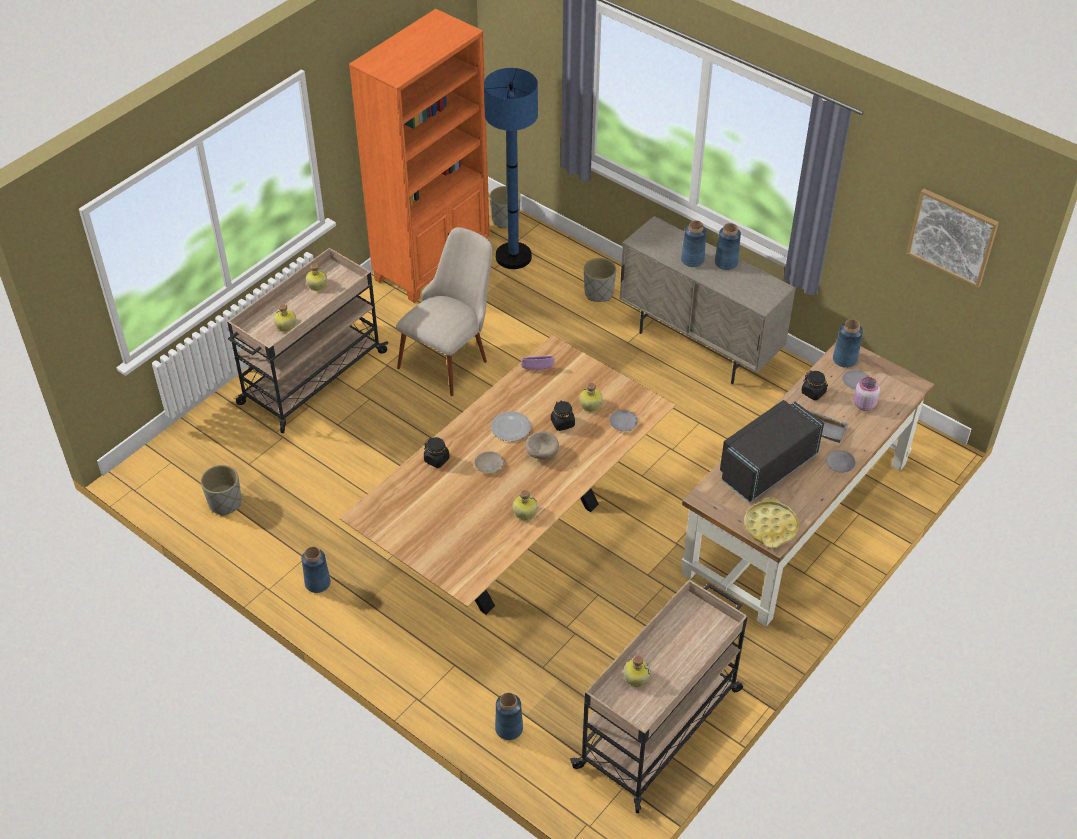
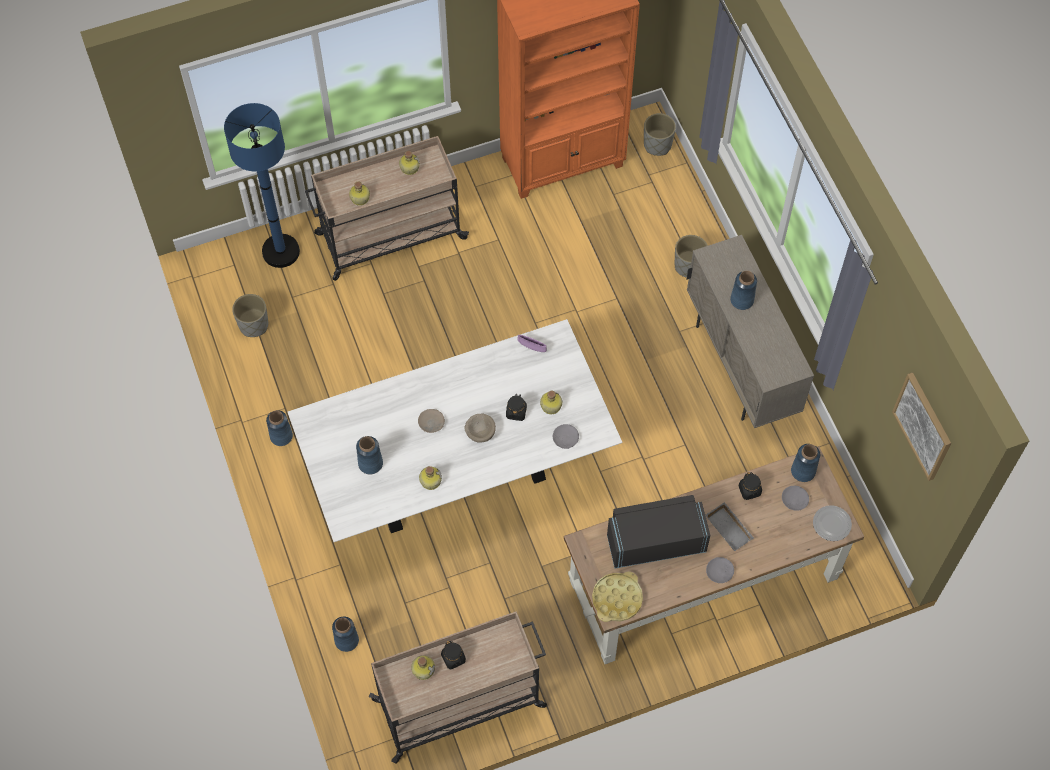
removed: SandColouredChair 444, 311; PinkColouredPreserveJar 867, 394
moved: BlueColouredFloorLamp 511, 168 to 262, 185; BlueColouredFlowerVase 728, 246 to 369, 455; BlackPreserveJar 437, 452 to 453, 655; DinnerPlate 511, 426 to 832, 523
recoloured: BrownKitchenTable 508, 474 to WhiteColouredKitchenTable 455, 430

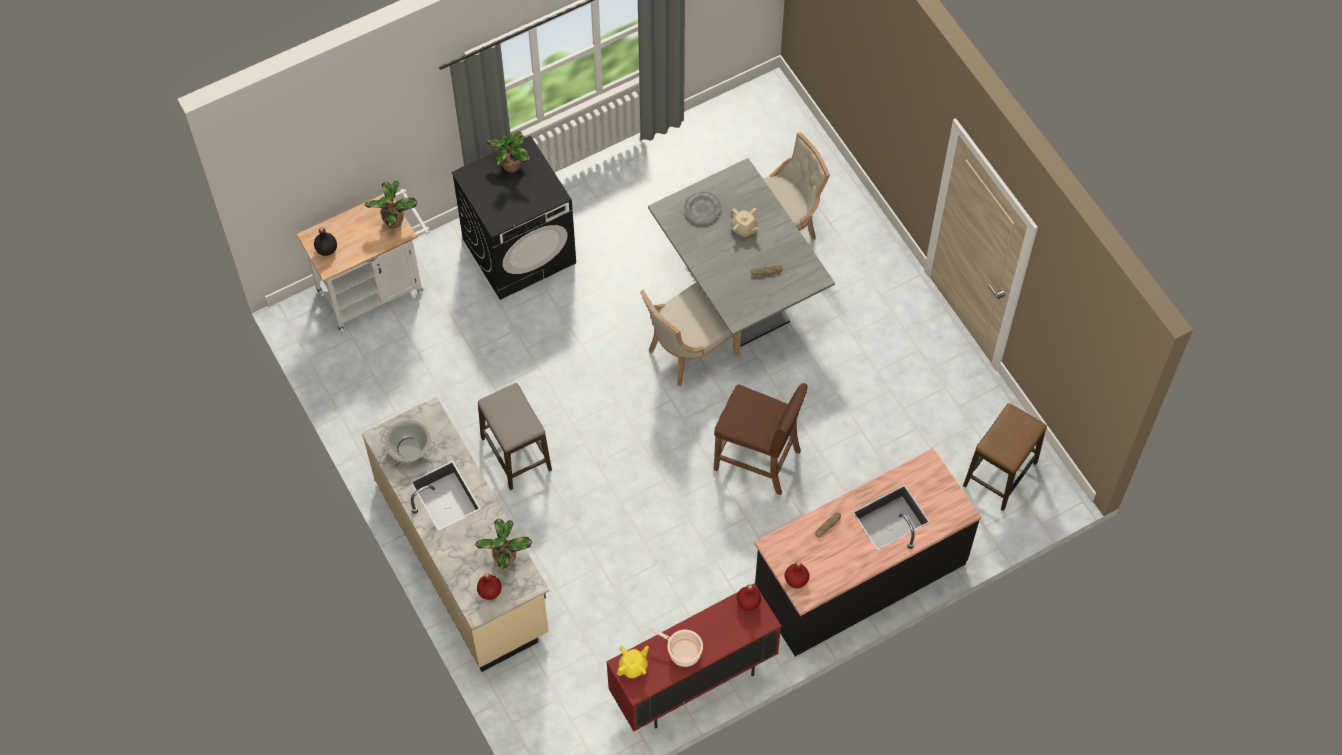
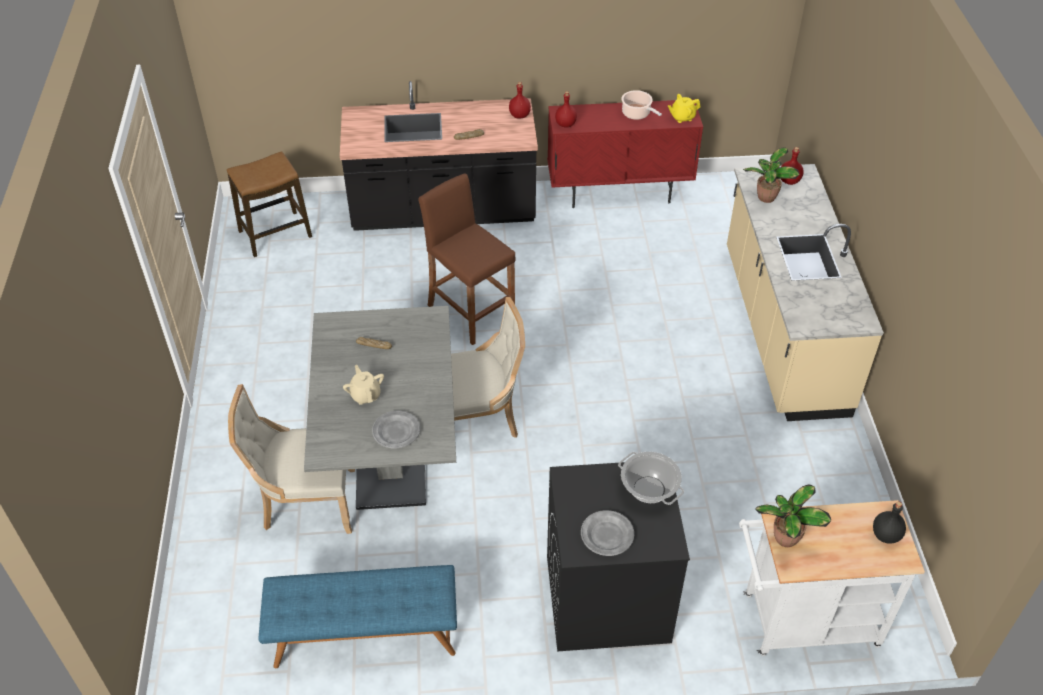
removed: StoolSeat 515, 436
added: BlueColouredBench 357, 616
moved: Saucepot 407, 441 to 651, 478
replaced: PottedPlant 508, 152 to GrayDinnerPlate 607, 533

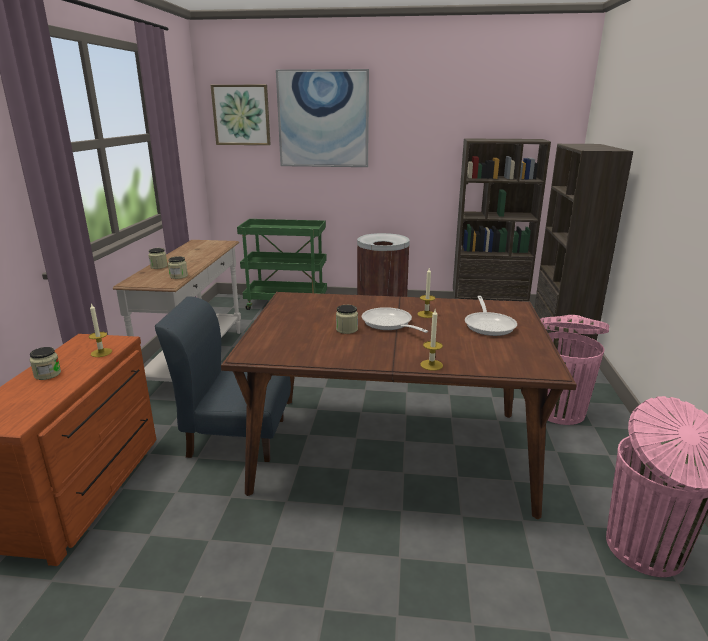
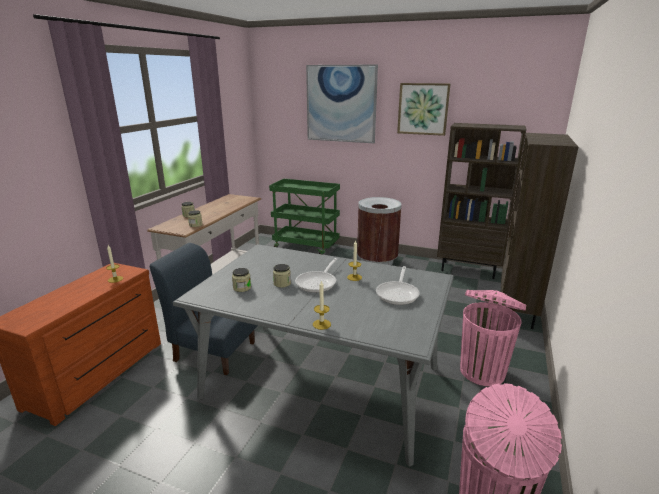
moved: PreserveJar 45, 363 to 241, 280; WallPicture 241, 115 to 424, 109
recoloured: BrownKitchenTable 399, 405 to GrayKitchenTable 313, 355
turned: FryingPan 395, 320 = 316, 275 135 degrees counterclockwise

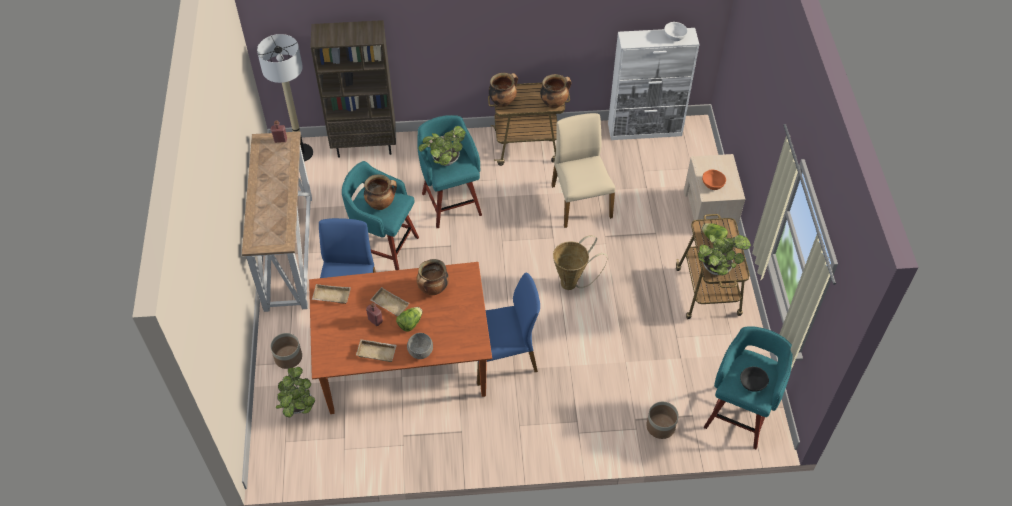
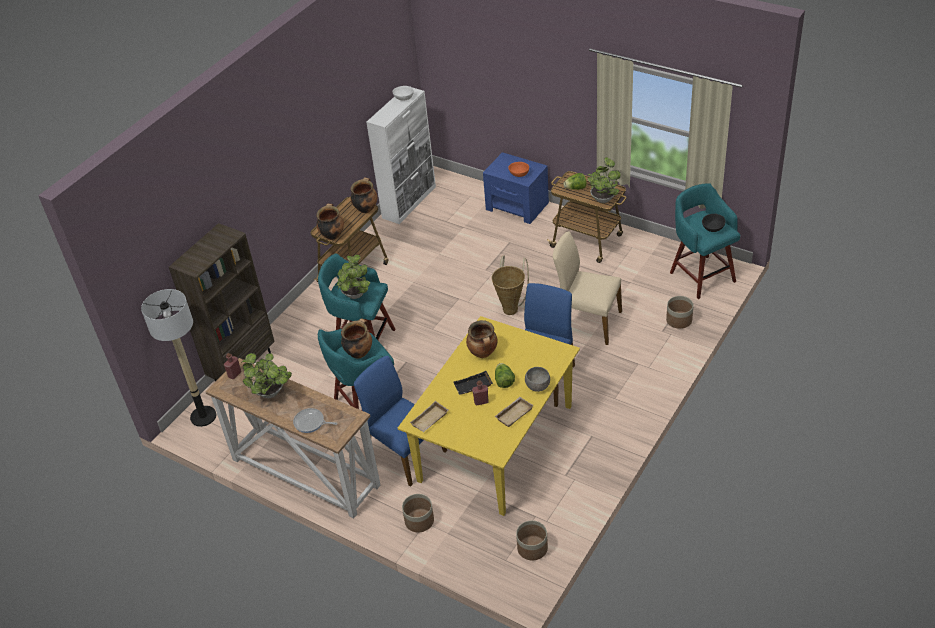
added: FryingPan 315, 420; PlantPot 532, 540
moved: PottedPlant 295, 392 to 267, 375; SandColouredChair 583, 170 to 587, 288
recoloured: BrownKitchenTable 400, 338 to YellowishKitchenTable 489, 416; SandColouredServingTray 389, 301 to BlackServingTray 473, 383; SandColouredNightTable 714, 193 to BlueColouredNightTable 516, 188

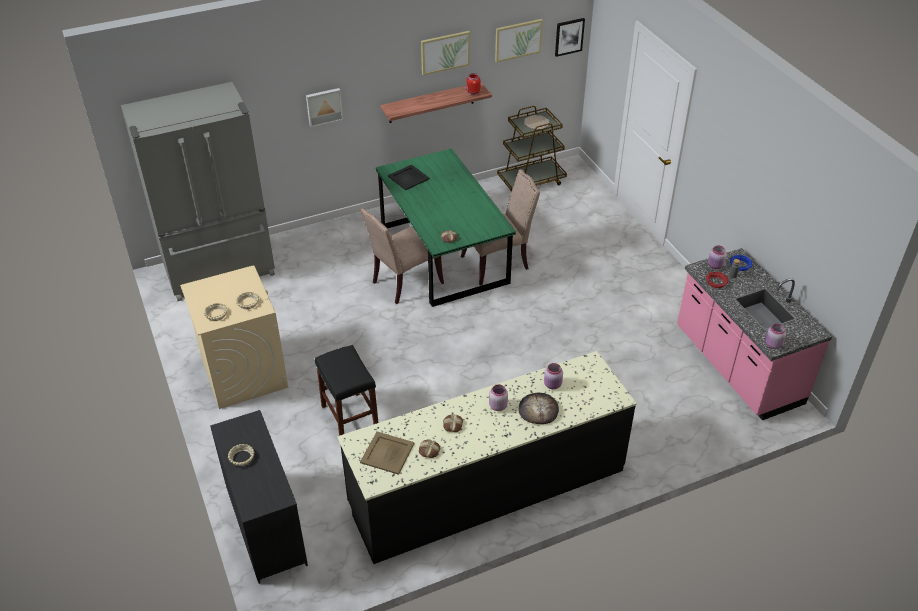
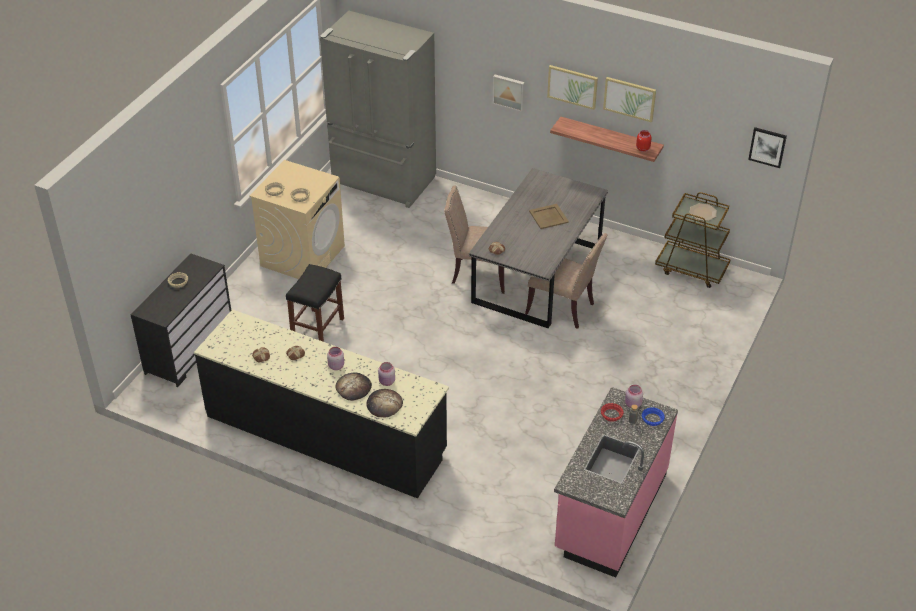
removed: BlackServingTray 409, 177; PinkColouredPreserveJar 775, 336
added: Bread 384, 403
moved: SandColouredServingTray 387, 453 to 549, 216; WallPicture 519, 40 to 572, 87
recoloured: GreenishKitchenTable 446, 228 to GrayKitchenTable 538, 248

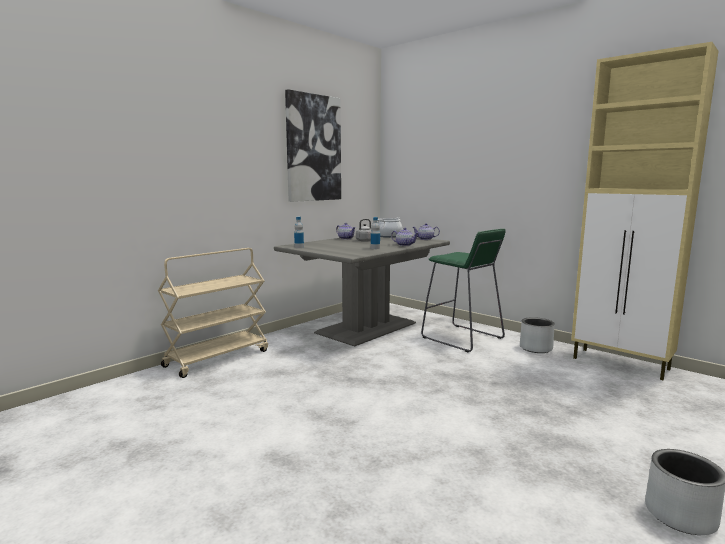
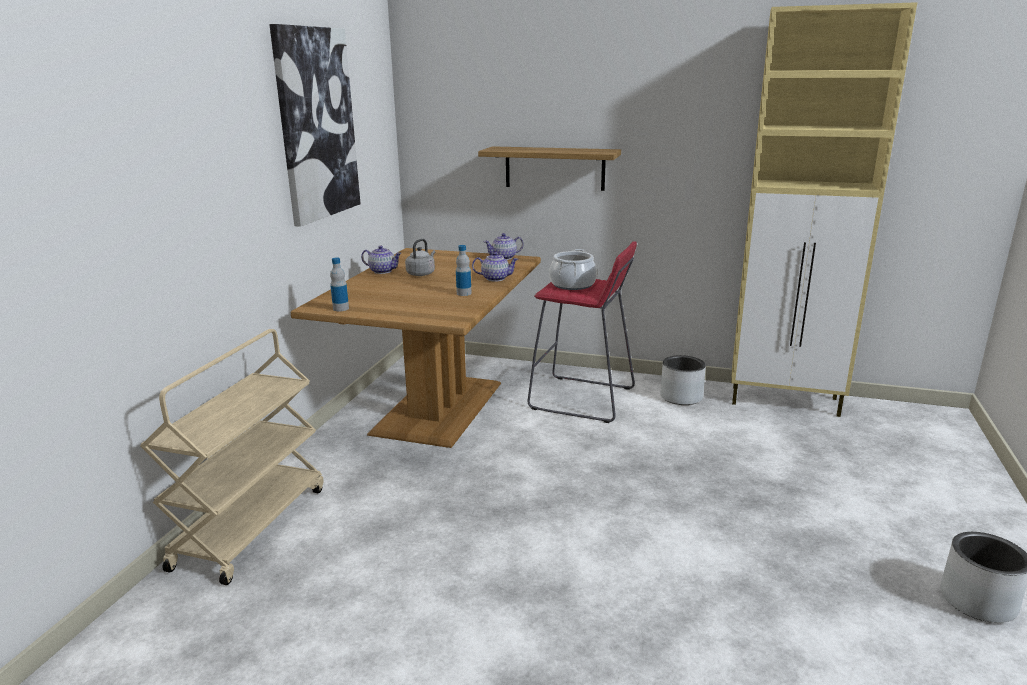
added: BracketShelf 549, 168
moved: Saucepot 390, 228 to 573, 269
recoloured: GrayKitchenTable 362, 291 to BrownKitchenTable 416, 348; GreenishStoolSeat 463, 290 to RedColouredStoolSeat 582, 332

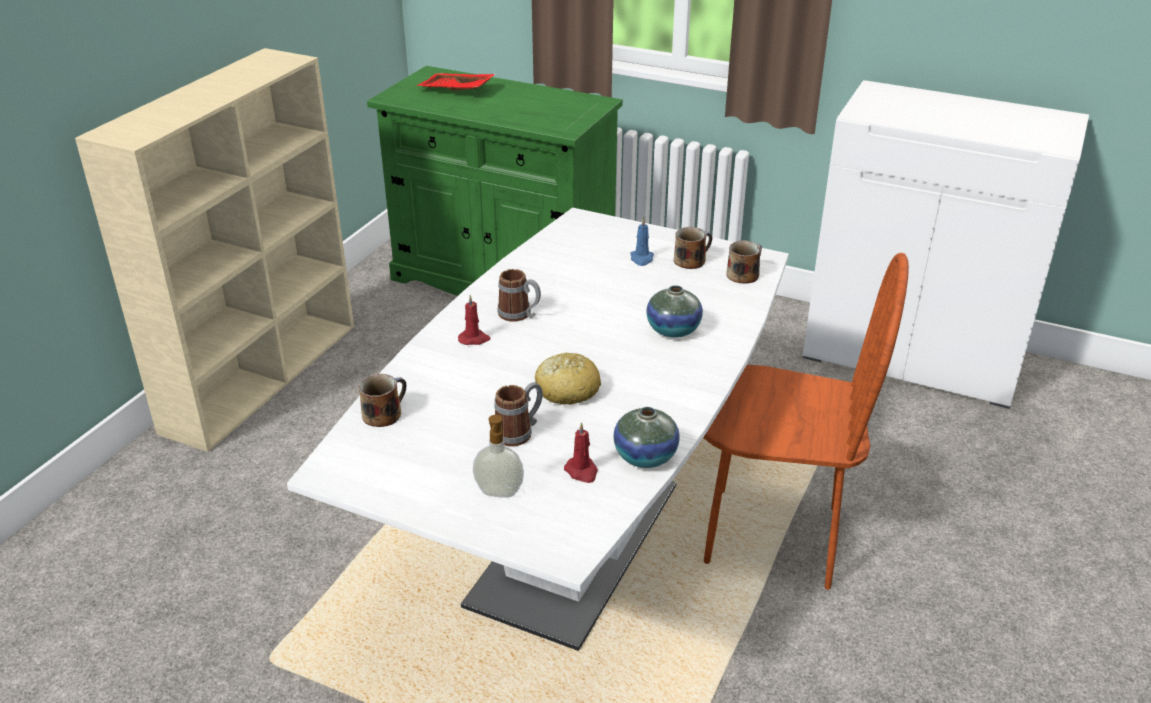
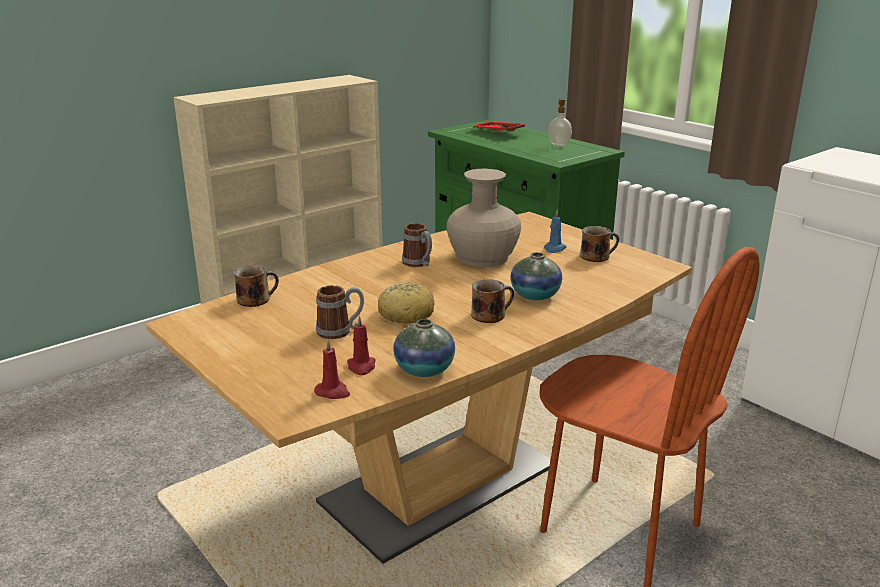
added: SandColouredFlowerVase 483, 218
moved: RedColouredWaxCandle 474, 320 to 332, 369; Mug 744, 262 to 492, 301; LiquidSoapBottle 498, 456 to 560, 122
recoloured: WhiteColouredKitchenTable 538, 429 to BrownKitchenTable 419, 388

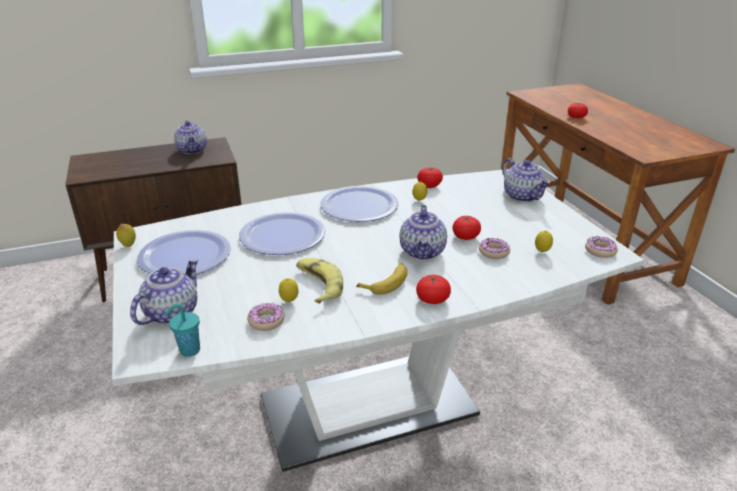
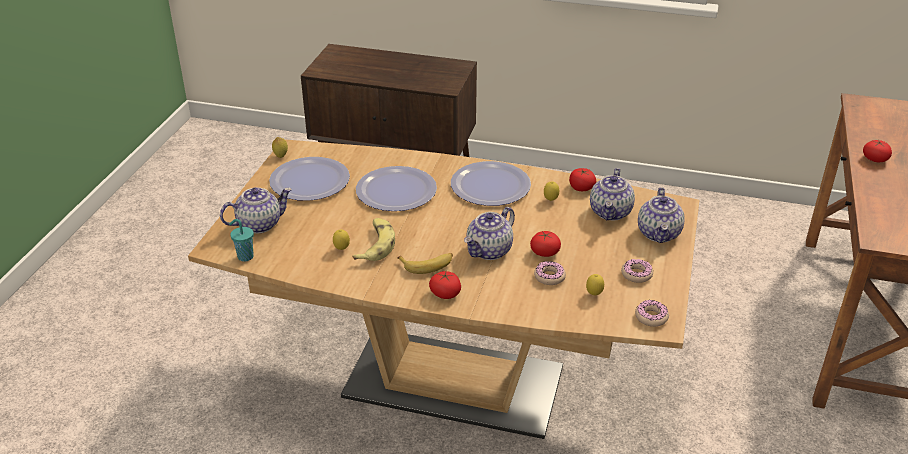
moved: Teapot 190, 137 to 612, 194; Doughnut 265, 317 to 637, 271
recoloured: WhiteColouredKitchenTable 378, 320 to BrownKitchenTable 443, 289

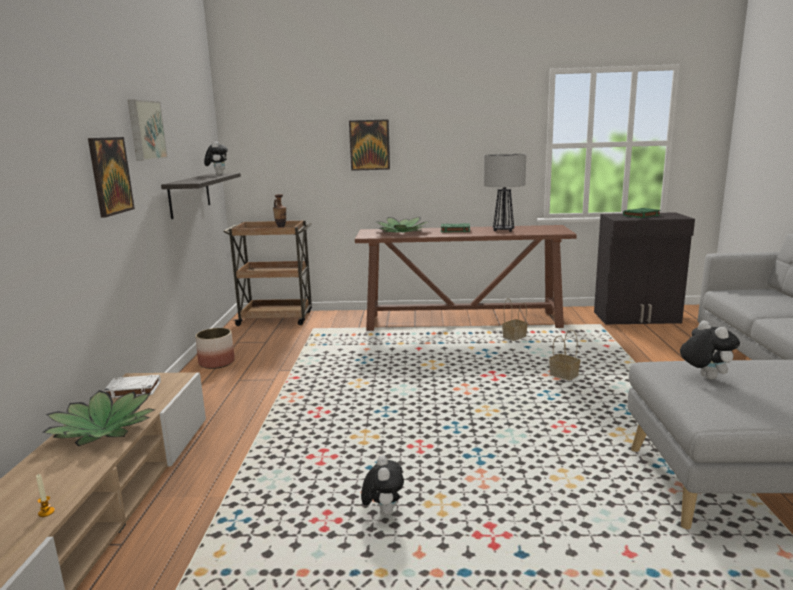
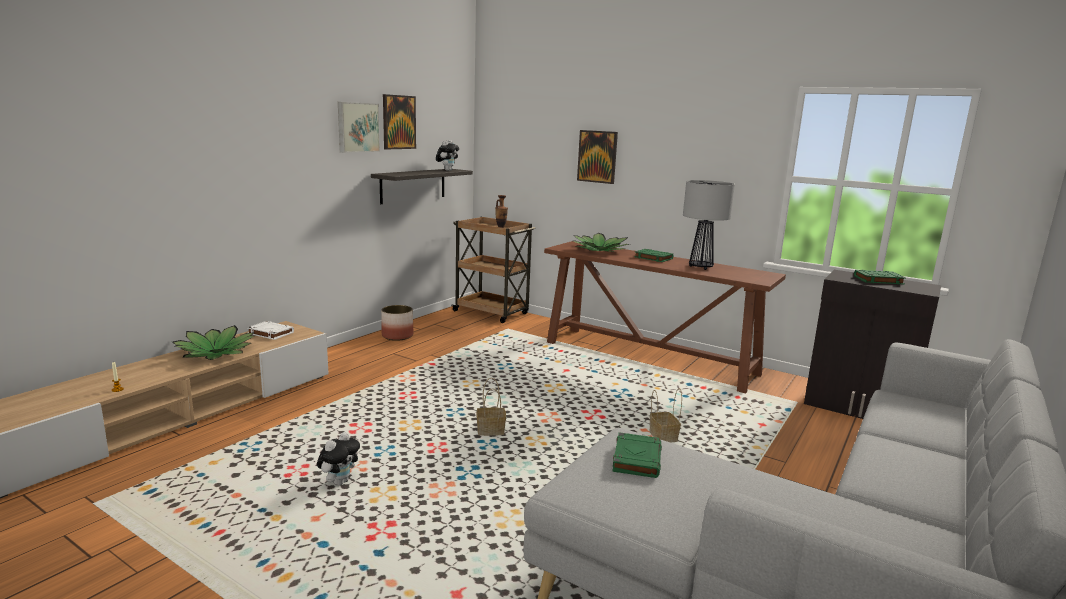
moved: WallPicture 111, 177 to 399, 122; Basket 515, 319 to 491, 407
replaced: PlushToy 710, 349 to GreenishVolume 637, 455

